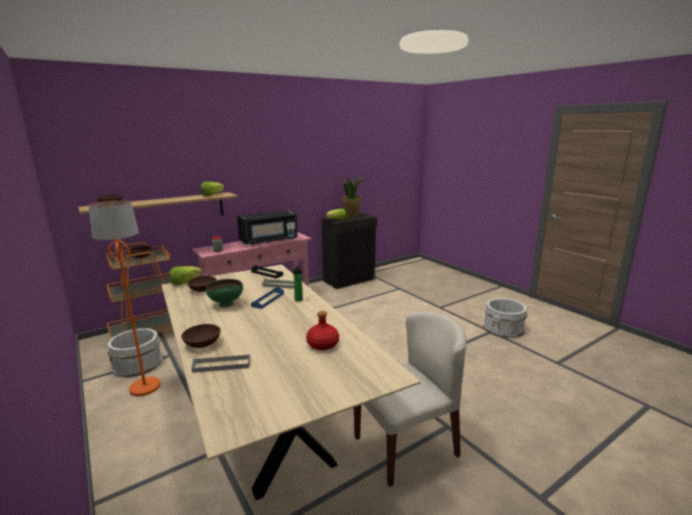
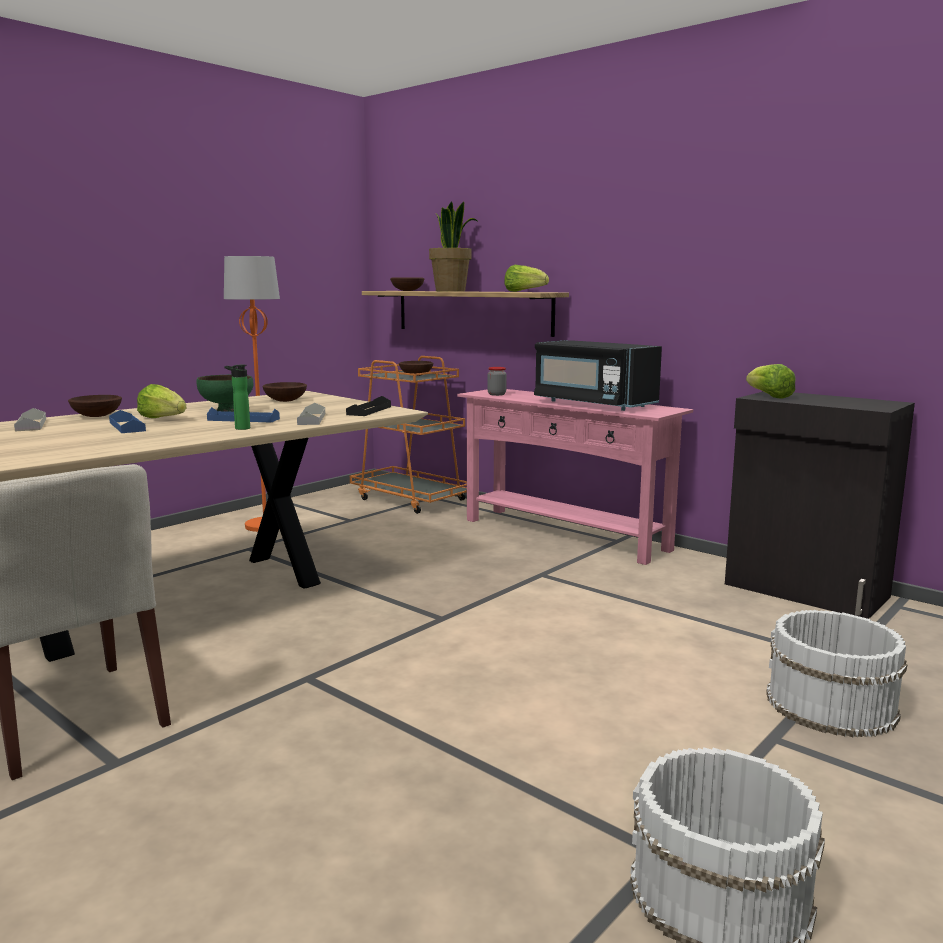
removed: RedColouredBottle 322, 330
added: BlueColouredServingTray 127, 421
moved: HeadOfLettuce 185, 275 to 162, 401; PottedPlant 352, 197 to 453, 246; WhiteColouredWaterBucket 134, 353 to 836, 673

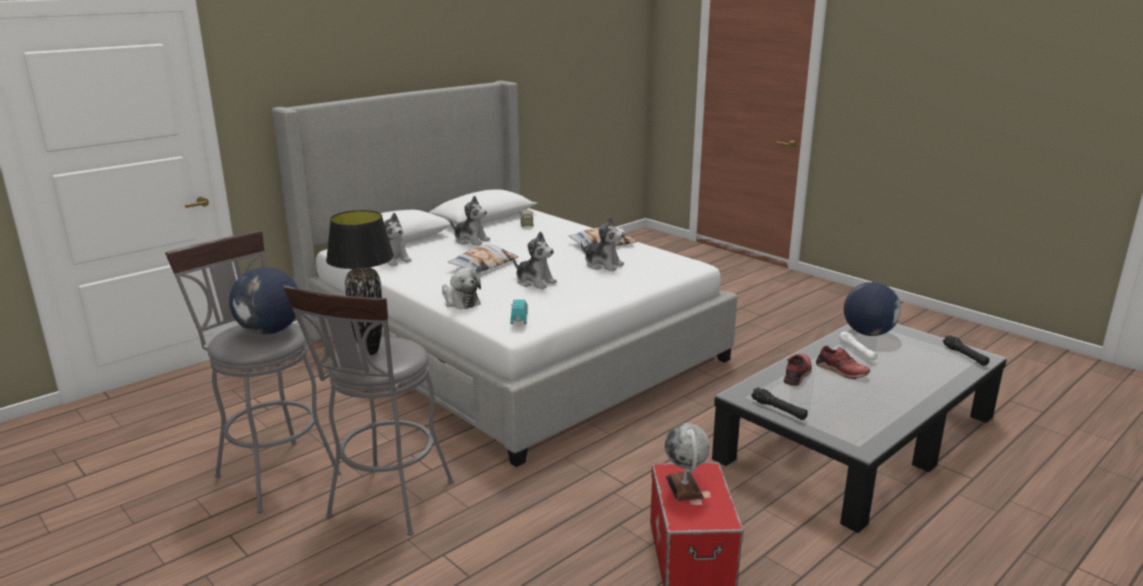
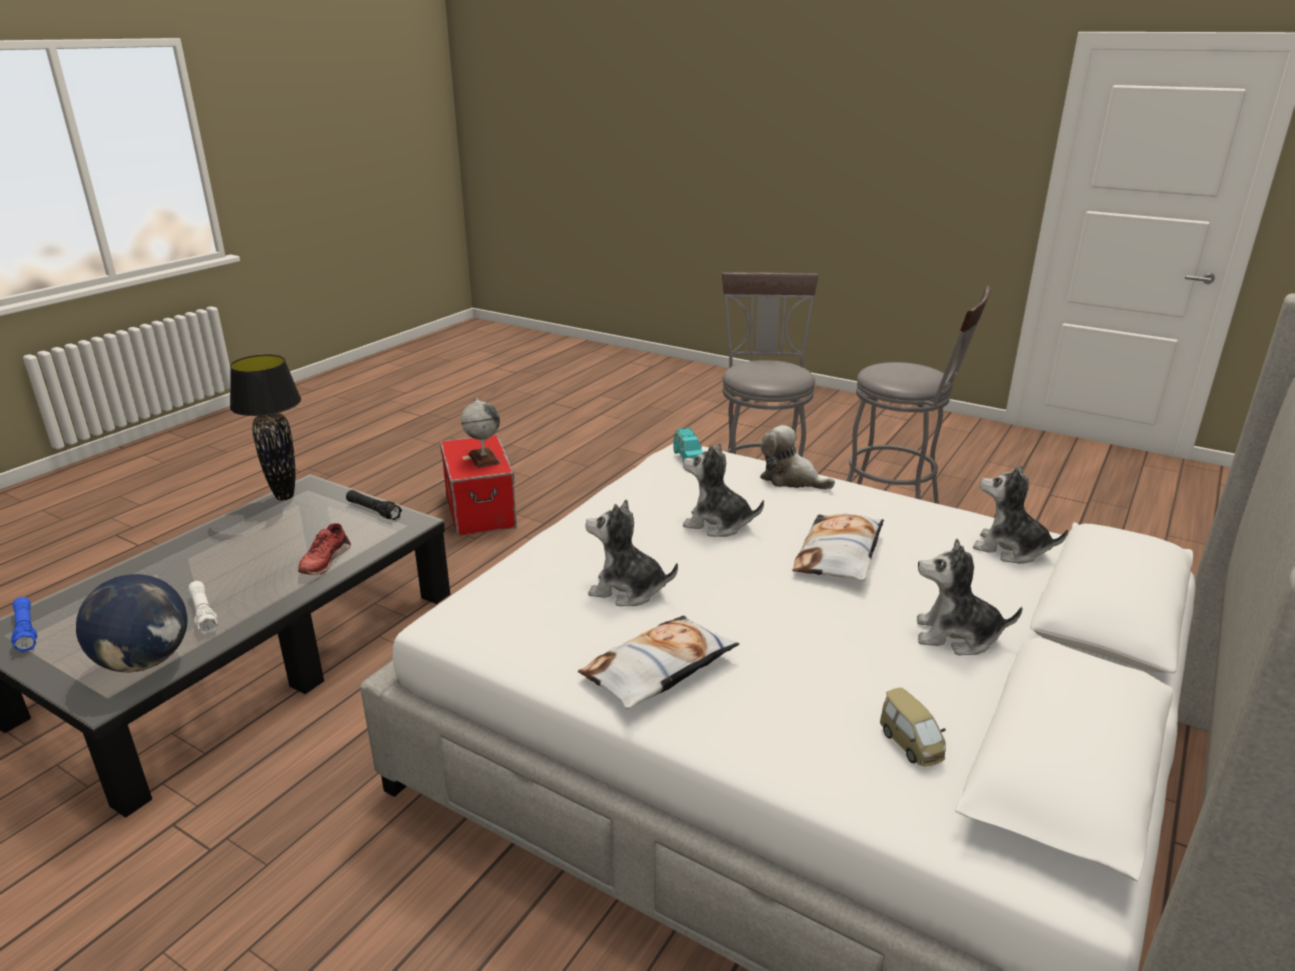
removed: DeskGlobe 263, 301; RedColouredItemOfFootwear 843, 362
moved: BlackTabletopLamp 360, 282 to 265, 427
recoloured: BlackHandTorch 966, 350 to BlueColouredHandTorch 24, 624

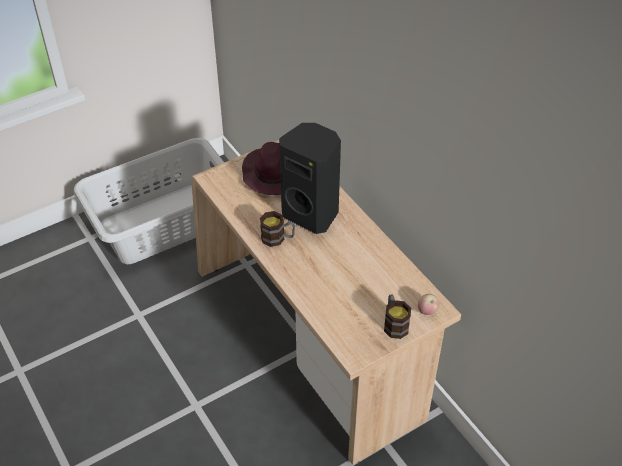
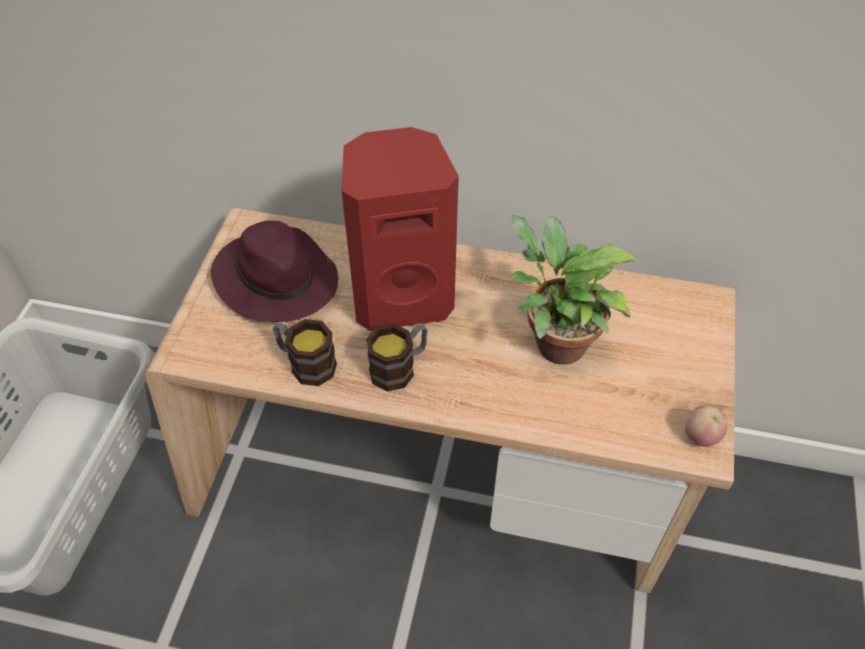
added: PottedPlant 574, 290
moved: Mug 397, 316 to 305, 352; Apple 428, 304 to 706, 426
recoloured: BlackSpeaker 310, 178 to RedColouredSpeaker 400, 229

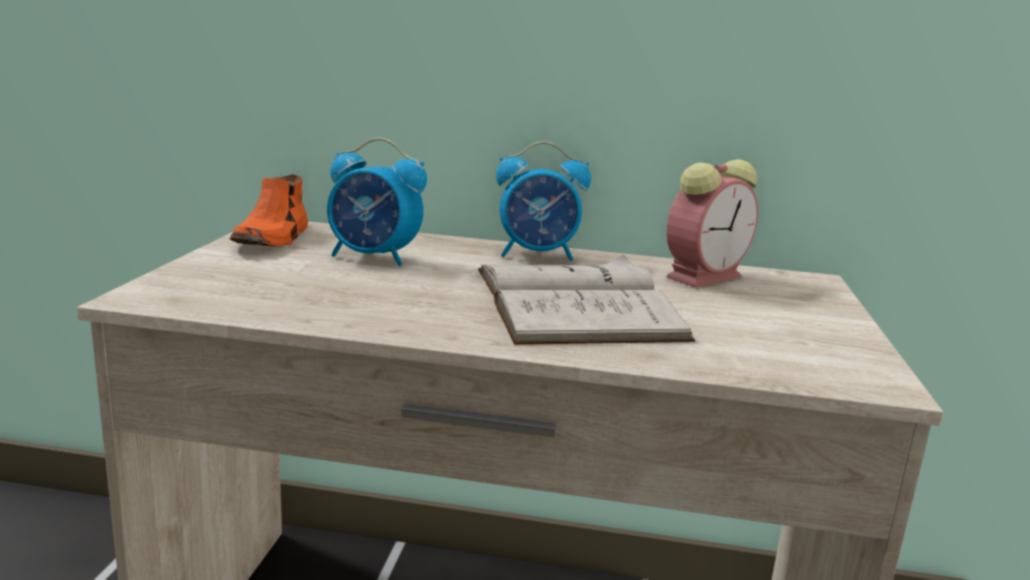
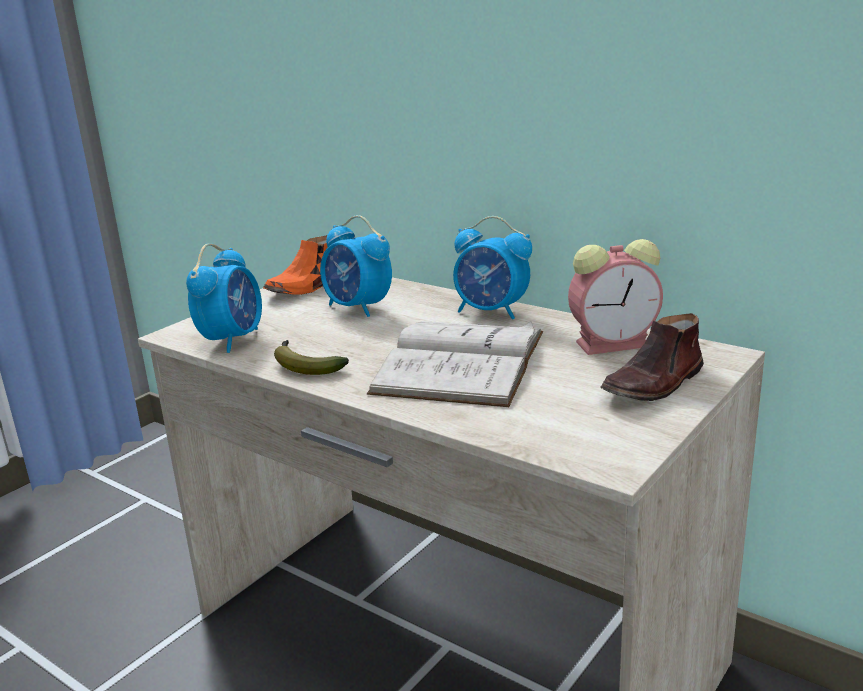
added: AlarmClock 224, 298; BananaFruit 311, 357; BrownItemOfFootwear 652, 357

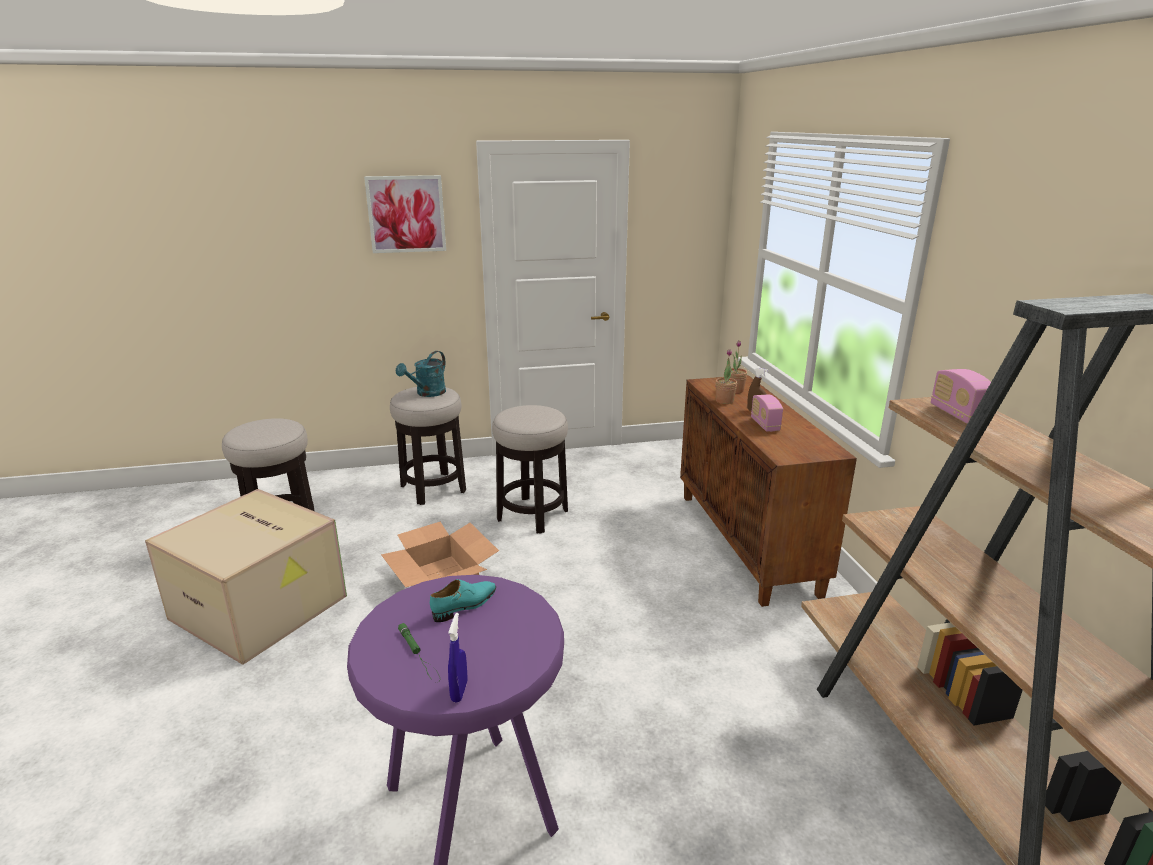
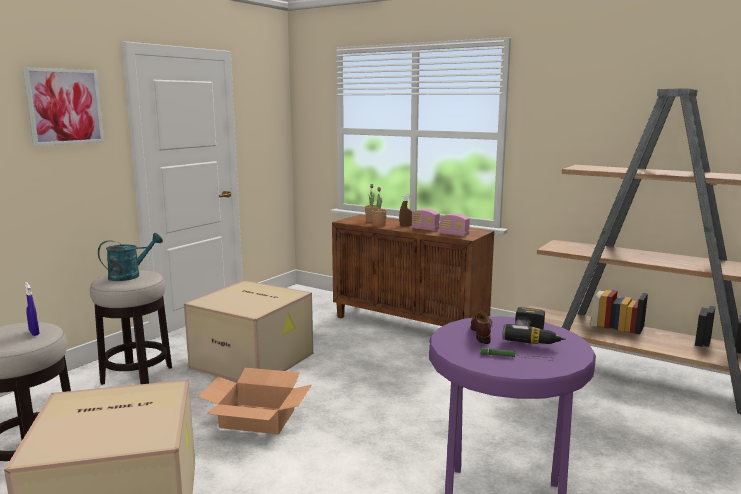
added: Drill 534, 325
moved: BlueColouredHandSprayer 457, 657 to 32, 309; RadioSet 961, 396 to 455, 225
replaced: StoolSeat 530, 469 to PackingBox 248, 331
recoloured: TurquoiseItemOfFootwear 463, 600 to BrownItemOfFootwear 481, 328
turned: TurquoiseSprinklingCan 421, 374 = 130, 257 120 degrees counterclockwise

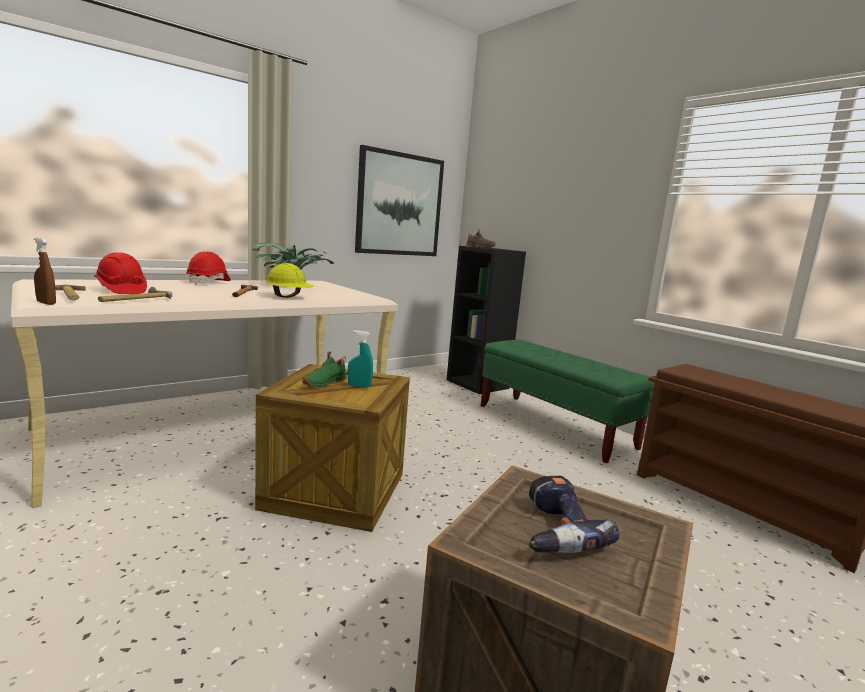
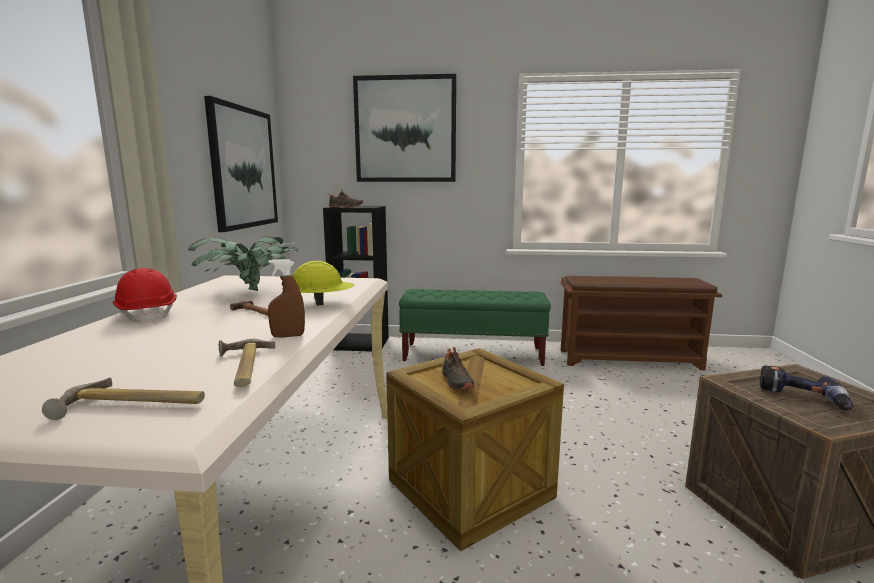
removed: RedColouredSafetyHelmet 120, 273; TurquoiseHandSprayer 360, 359
added: WallPicture 404, 128
moved: BrownHandSprayer 45, 271 to 286, 298
recoloured: GreenishItemOfFootwear 324, 369 to BlackItemOfFootwear 458, 368

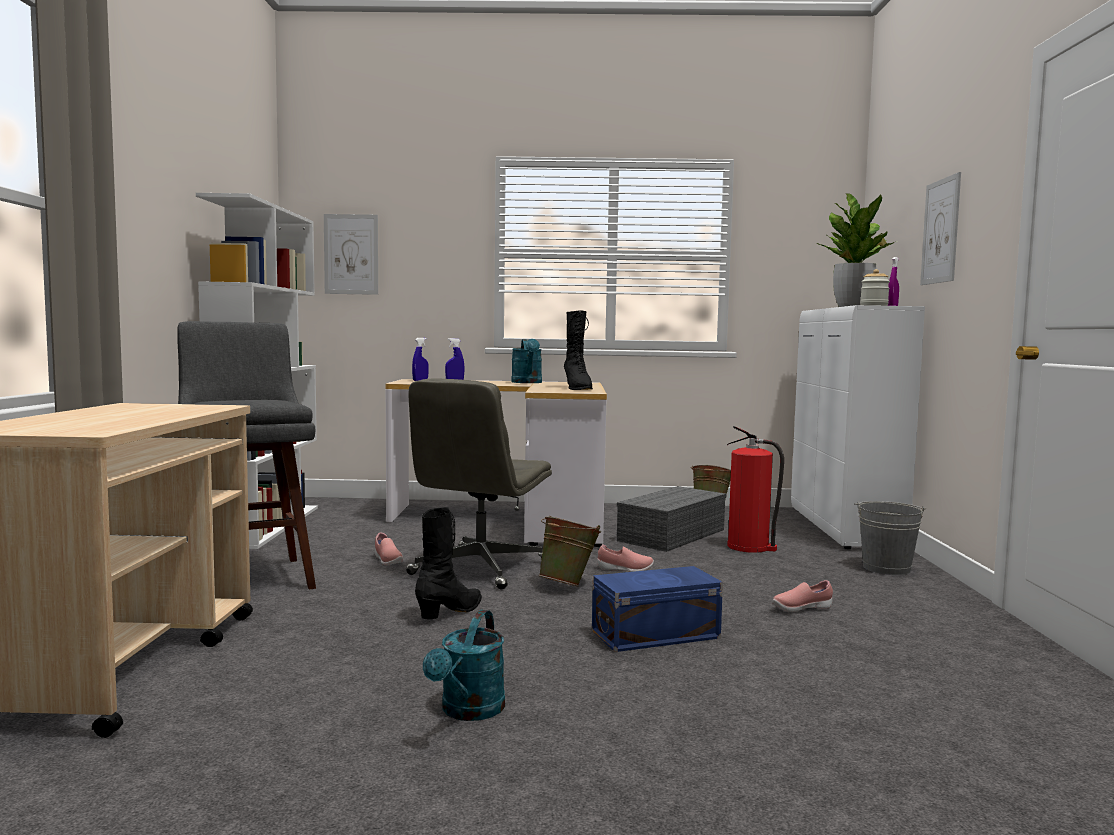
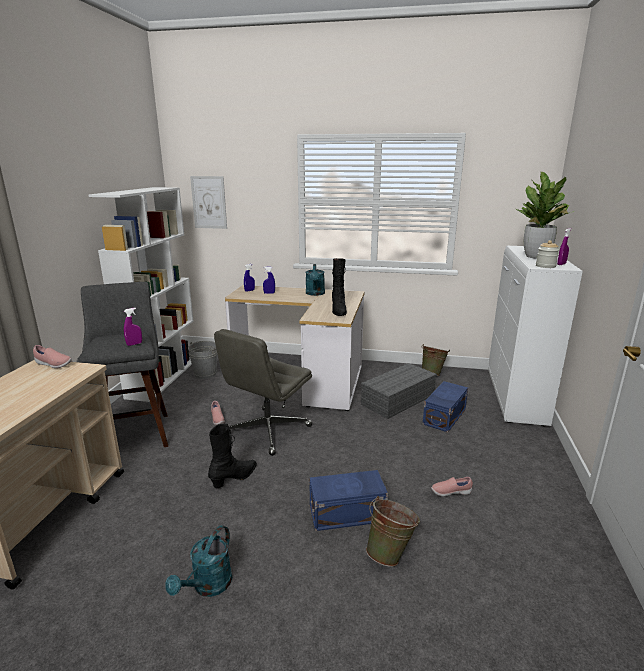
removed: WallPicture 940, 228
added: PurplishHandSprayer 133, 327
moved: PinkColouredItemOfFootwear 625, 558 to 52, 356; GrayWaterBucket 890, 538 to 202, 360; GreenishWaterBucket 569, 551 to 393, 531
replaced: Extinguisher 755, 489 to BlueColouredStorageBox 445, 406

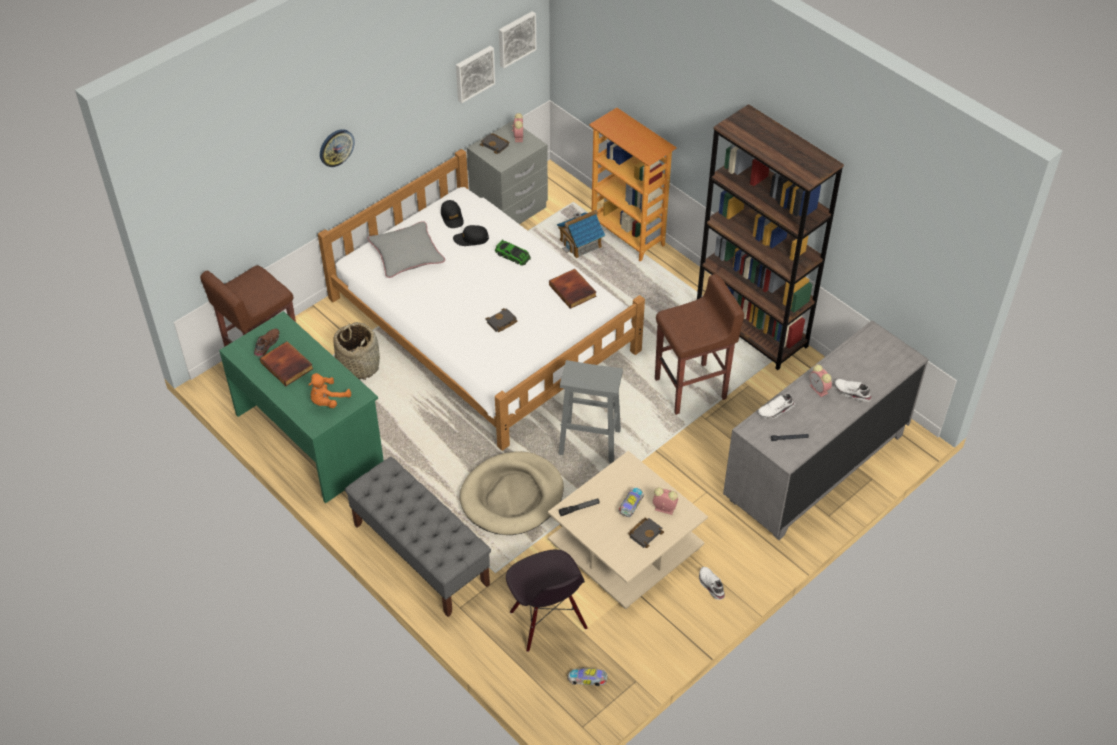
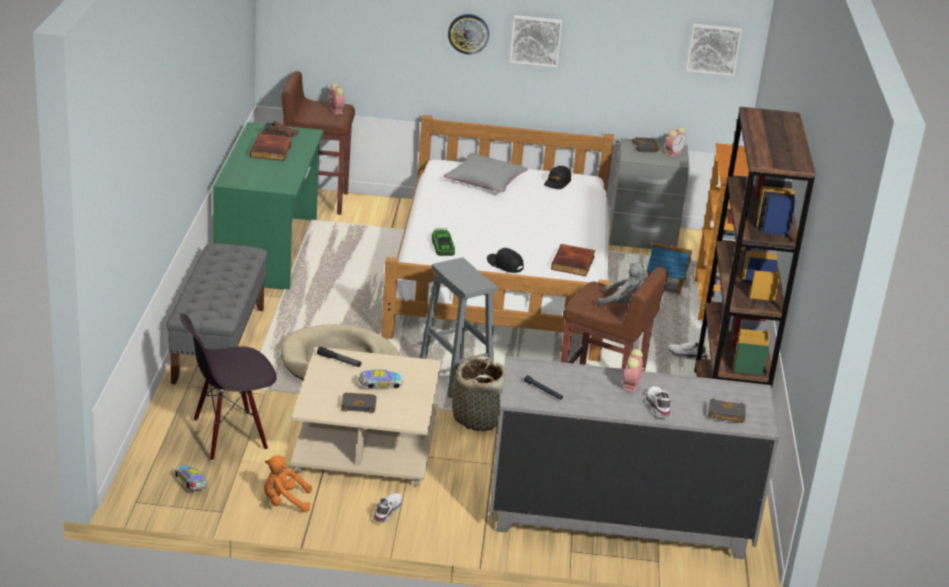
added: GrayPlushToy 622, 284
moved: OrangePlushToy 329, 390 to 288, 483; AlarmClock 665, 501 to 337, 98; MiniatureCar 513, 253 to 443, 242; Basket 357, 351 to 478, 393; BlackPeakedCap 471, 235 to 505, 260; WallPicture 475, 74 to 536, 41; WhiteColouredItemOfFootwear 776, 406 to 688, 350; BlackVolume 501, 320 to 727, 410
turned: BlackChair 547, 600 = 228, 387 45 degrees clockwise

